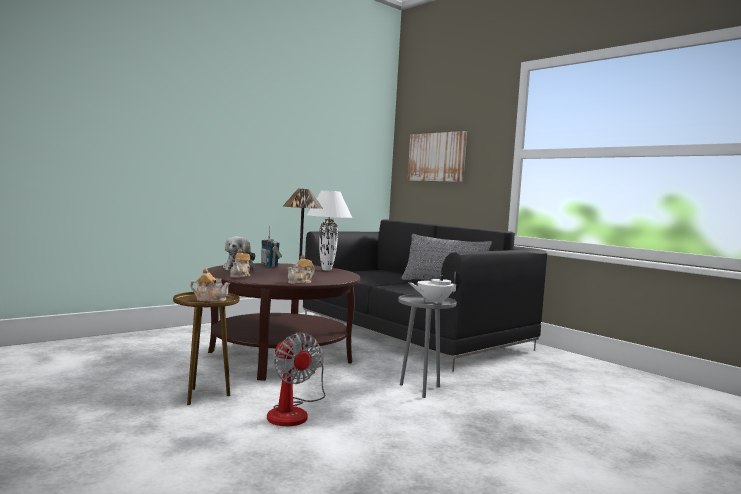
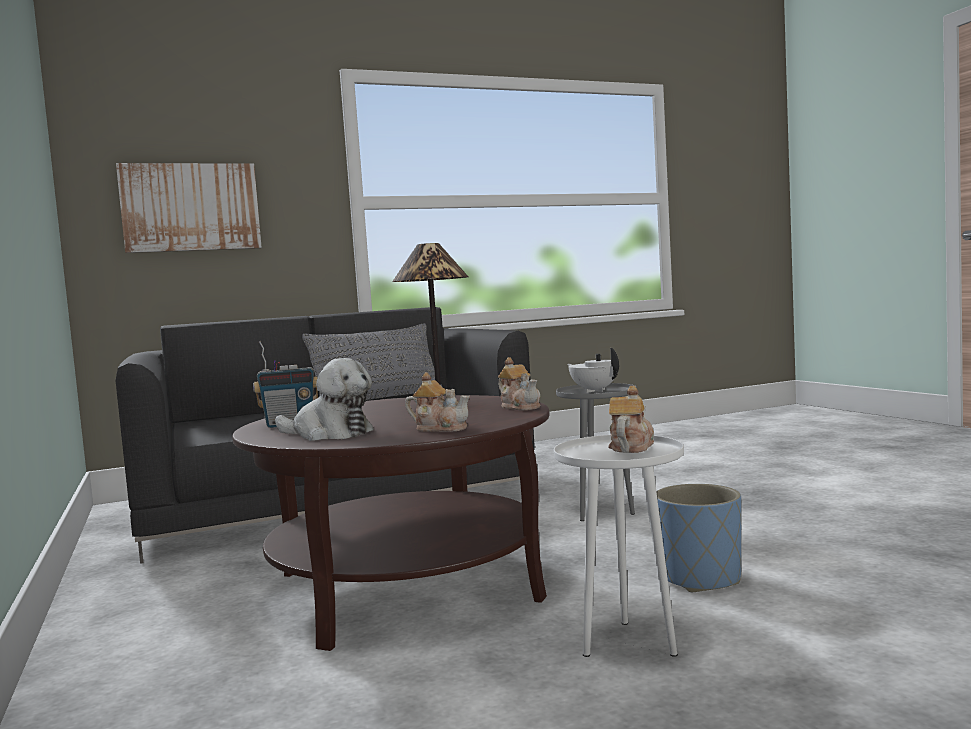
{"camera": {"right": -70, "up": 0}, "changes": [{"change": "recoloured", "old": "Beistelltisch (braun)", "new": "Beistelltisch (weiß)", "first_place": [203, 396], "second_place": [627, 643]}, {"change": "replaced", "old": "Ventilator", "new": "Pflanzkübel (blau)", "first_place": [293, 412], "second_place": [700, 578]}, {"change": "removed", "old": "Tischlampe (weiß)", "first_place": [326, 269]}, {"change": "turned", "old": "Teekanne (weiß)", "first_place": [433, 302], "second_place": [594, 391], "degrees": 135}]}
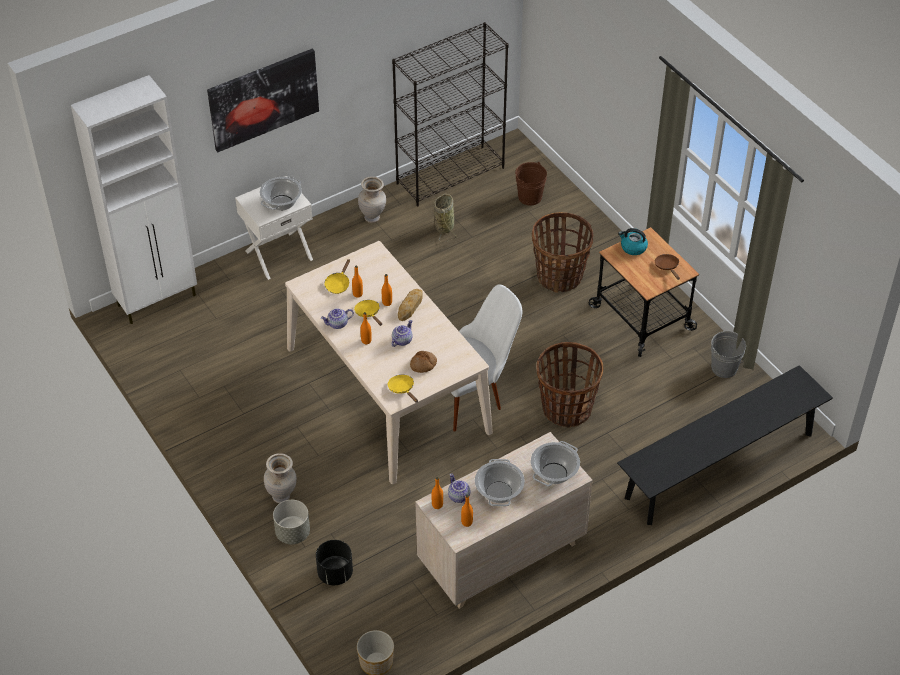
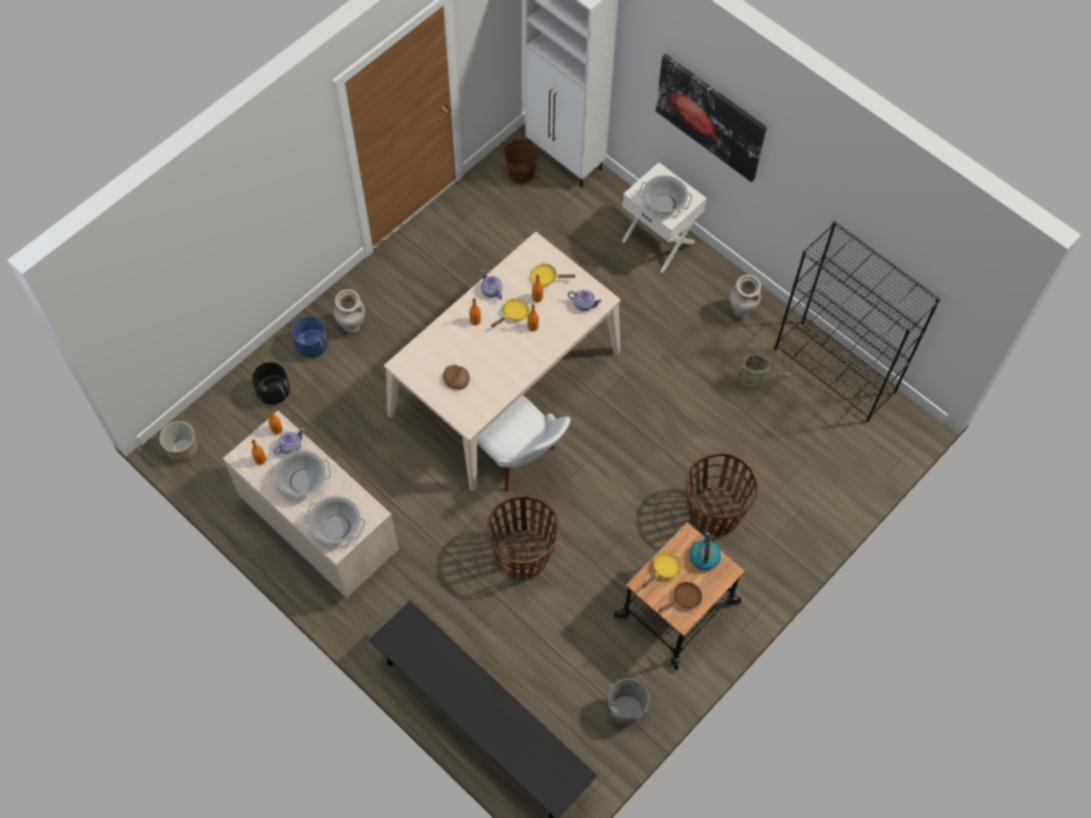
{"camera": {"right": 75, "up": 15}, "changes": [{"change": "recoloured", "old": "Pflanzkübel (grau)", "new": "Pflanzkübel (blau)", "first_place": [292, 533], "second_place": [312, 345]}, {"change": "moved", "old": "Pfanne (gelb)", "first_place": [402, 389], "second_place": [663, 570]}, {"change": "moved", "old": "Teekanne", "first_place": [402, 340], "second_place": [584, 304]}, {"change": "removed", "old": "Brot", "first_place": [410, 306]}, {"change": "moved", "old": "Eimer (braun)", "first_place": [530, 197], "second_place": [521, 173]}]}
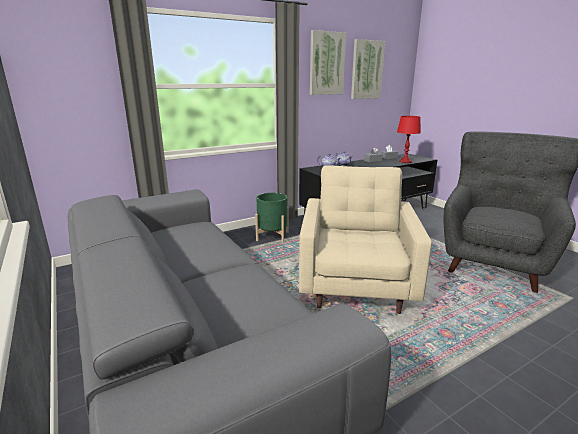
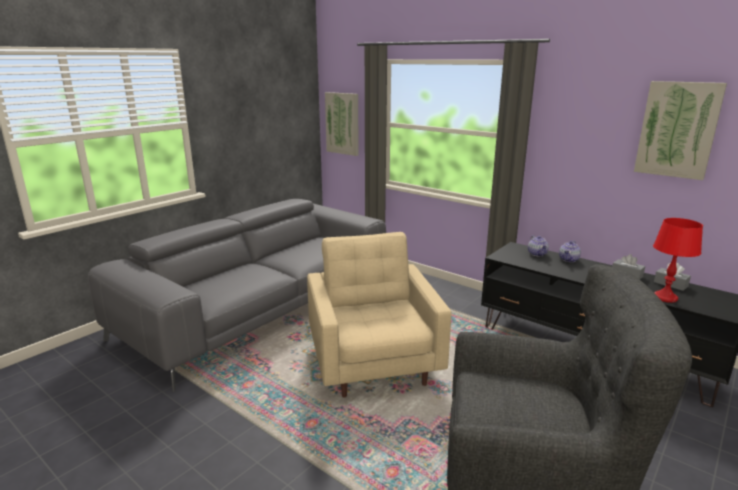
{"camera": {"right": 70, "up": 0}, "changes": [{"change": "removed", "old": "Pflanzkübel (grün)", "first_place": [272, 236]}, {"change": "turned", "old": "Sessel (beige)", "first_place": [356, 286], "second_place": [374, 363], "degrees": -90}, {"change": "moved", "old": "Bild", "first_place": [326, 63], "second_place": [342, 123]}]}
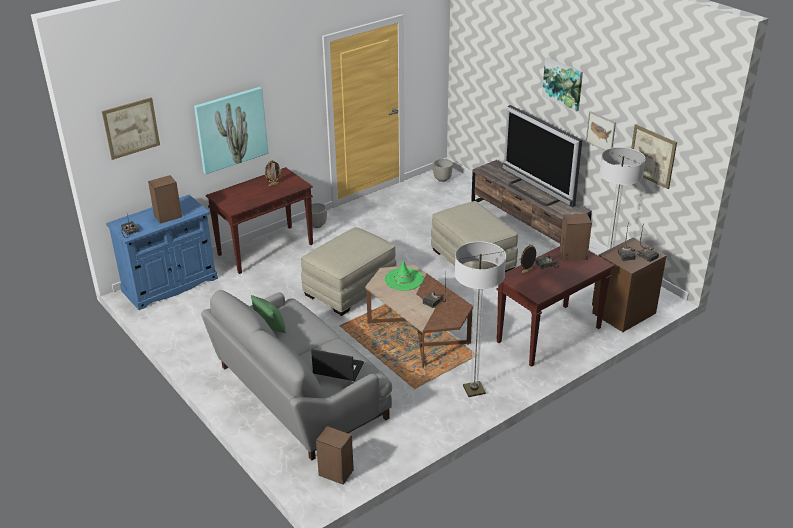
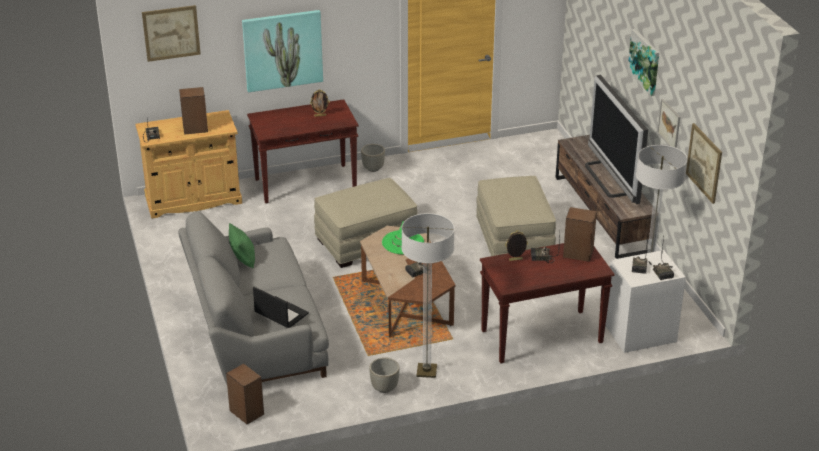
{"camera": {"right": 20, "up": 0}, "changes": [{"change": "recoloured", "old": "Schrank (blau)", "new": "Schrank (beige)", "first_place": [170, 285], "second_place": [193, 200]}, {"change": "moved", "old": "Pflanzkübel (grau)", "first_place": [442, 179], "second_place": [385, 388]}, {"change": "recoloured", "old": "Nachttisch (braun)", "new": "Nachttisch (weiß)", "first_place": [623, 312], "second_place": [640, 333]}]}
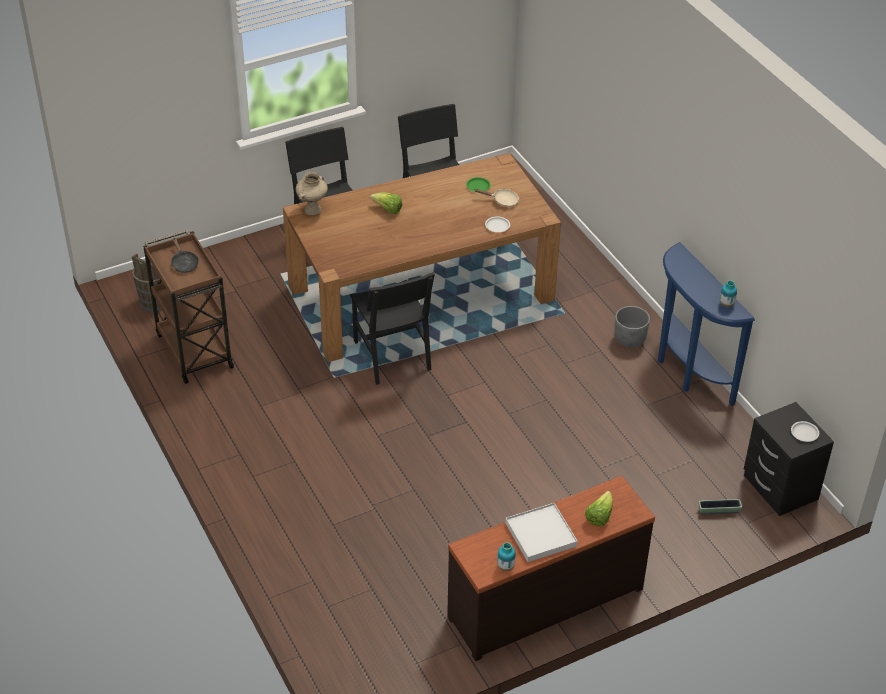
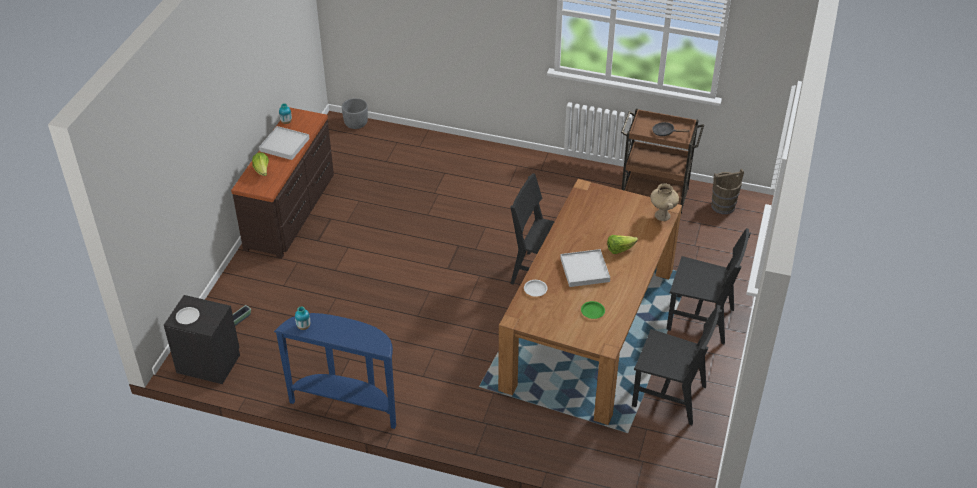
{"camera": {"right": 135, "up": 0}, "changes": [{"change": "removed", "old": "Pfanne (beige)", "first_place": [502, 201]}, {"change": "moved", "old": "Pflanzkübel (grau)", "first_place": [629, 339], "second_place": [356, 123]}, {"change": "added", "new": "Tablett (weiß)", "second_place": [585, 270]}]}
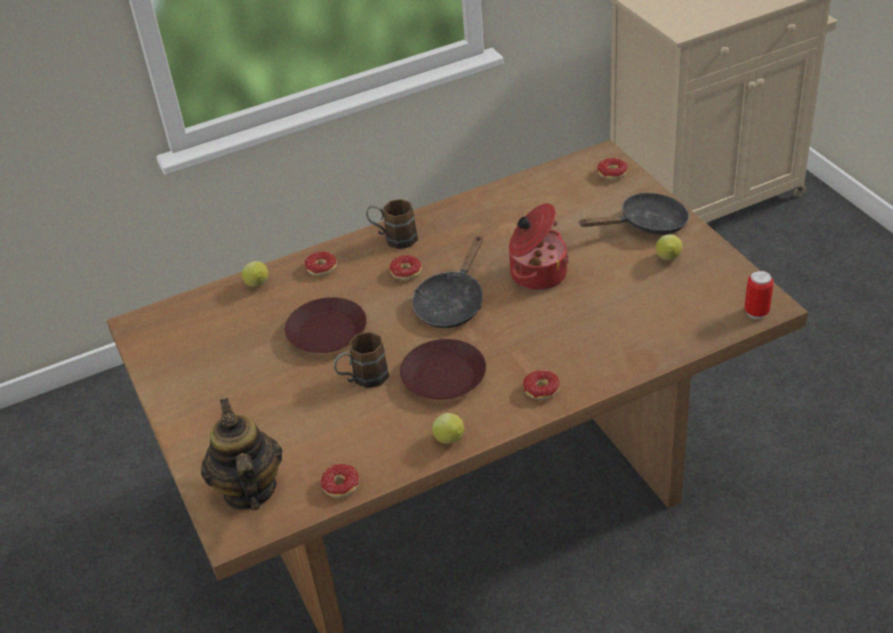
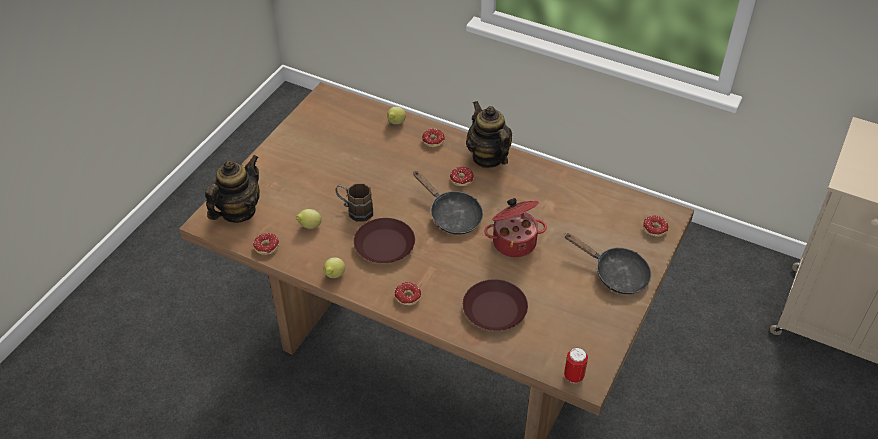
{"camera": {"right": 50, "up": 5}, "changes": [{"change": "moved", "old": "Teller (braun)", "first_place": [326, 332], "second_place": [494, 309]}, {"change": "replaced", "old": "Henkelbecher (braun)", "new": "Teekanne", "first_place": [393, 238], "second_place": [488, 157]}, {"change": "turned", "old": "Pfanne (schwarz)", "first_place": [452, 303], "second_place": [451, 215], "degrees": -120}, {"change": "moved", "old": "Zitrone", "first_place": [668, 259], "second_place": [309, 227]}]}
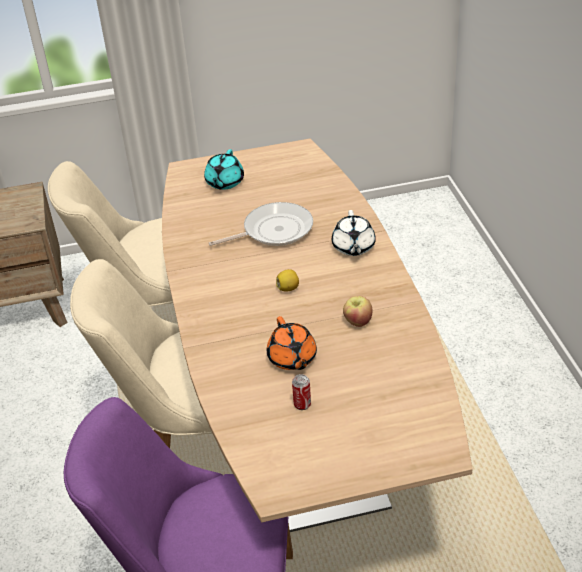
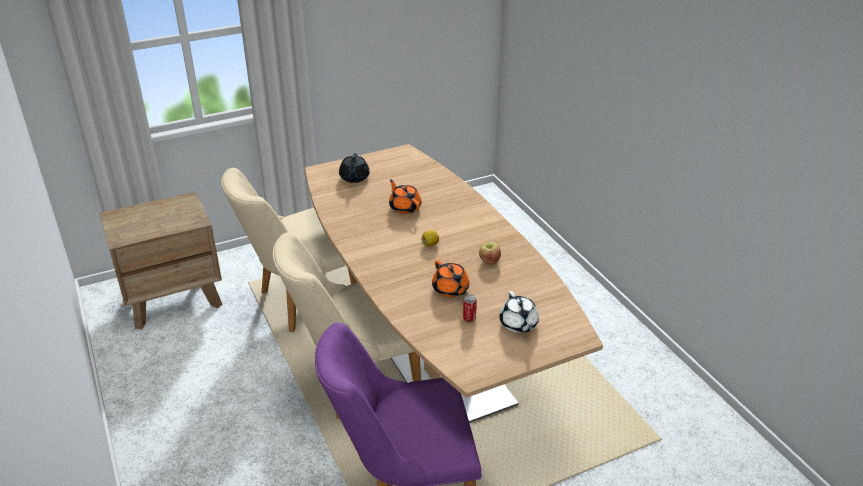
{"camera": {"right": -15, "up": -5}, "changes": [{"change": "recoloured", "old": "Teekanne (türkis)", "new": "Teekanne (schwarz)", "first_place": [224, 182], "second_place": [354, 178]}, {"change": "replaced", "old": "Pfanne", "new": "Teekanne (orange)", "first_place": [274, 230], "second_place": [405, 207]}, {"change": "moved", "old": "Teekanne (weiß)", "first_place": [353, 247], "second_place": [518, 324]}]}
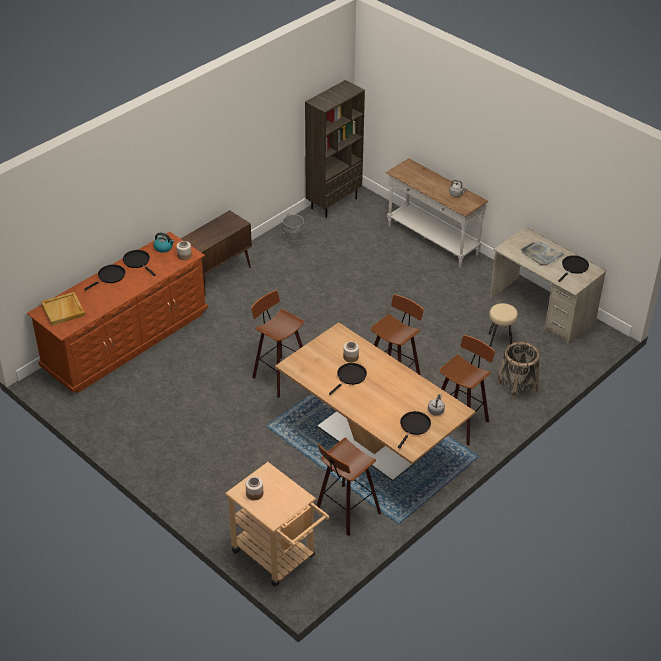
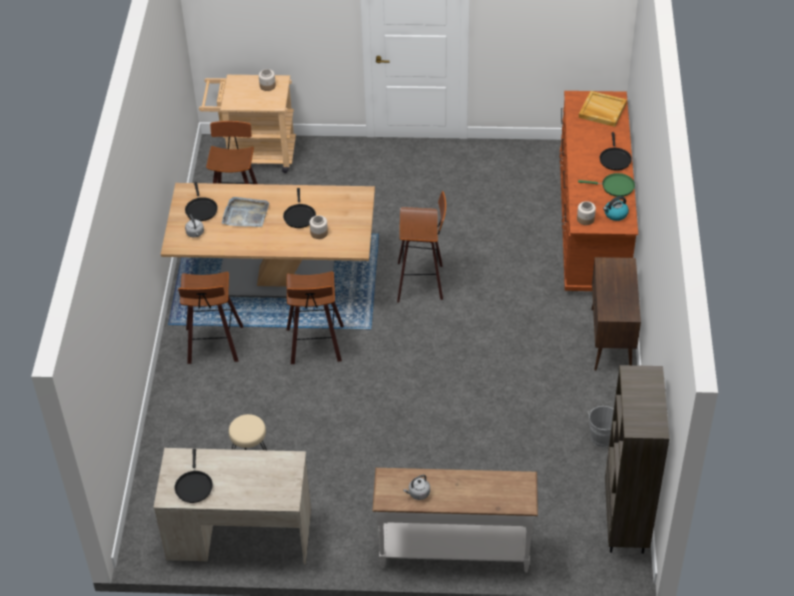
{"camera": {"right": 140, "up": 5}, "changes": [{"change": "recoloured", "old": "Pfanne (schwarz)", "new": "Pfanne (grün)", "first_place": [137, 261], "second_place": [615, 186]}, {"change": "removed", "old": "Korb", "first_place": [517, 386]}, {"change": "moved", "old": "Tablett (grau)", "first_place": [541, 254], "second_place": [245, 214]}]}
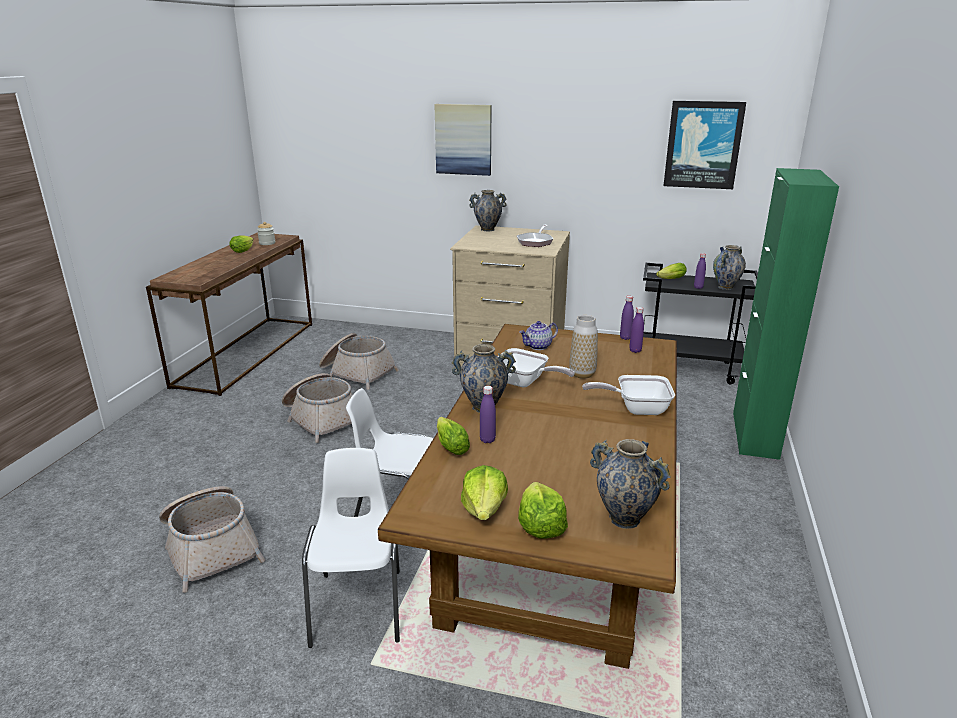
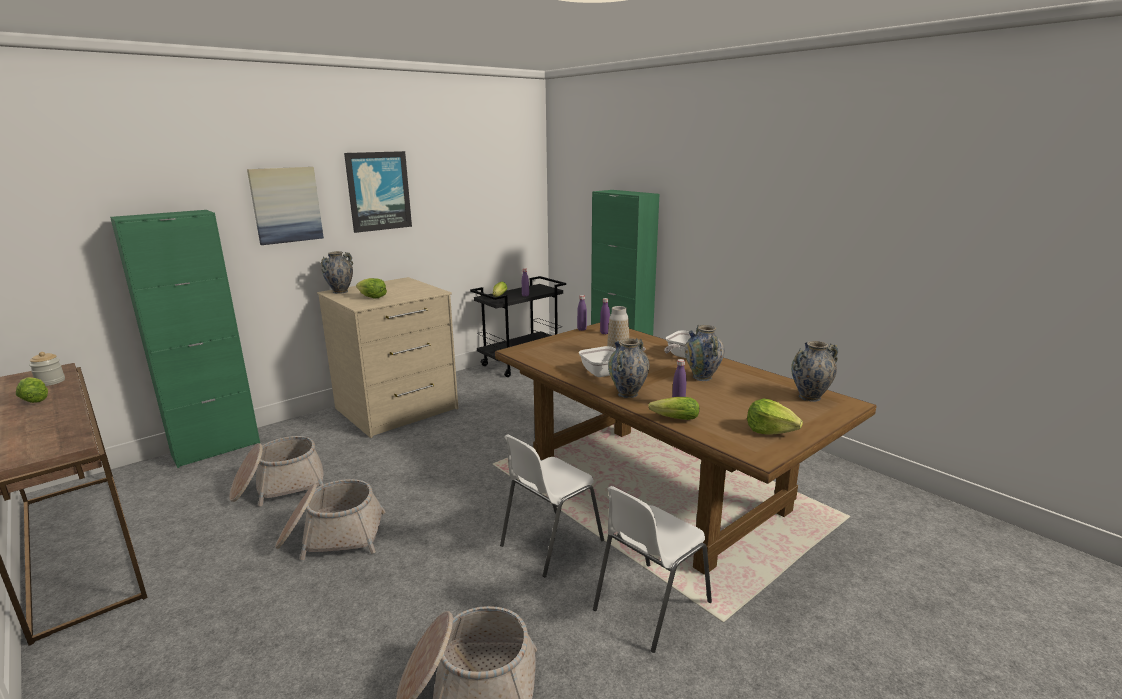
{"camera": {"right": -55, "up": -5}, "changes": [{"change": "turned", "old": "Stuhl (weiß)", "first_place": [359, 606], "second_place": [650, 606], "degrees": -75}, {"change": "removed", "old": "Pfanne", "first_place": [535, 242]}, {"change": "moved", "old": "Salatkopf", "first_place": [540, 525], "second_place": [372, 297]}, {"change": "removed", "old": "Teekanne", "first_place": [538, 346]}, {"change": "moved", "old": "Bild", "first_place": [703, 145], "second_place": [378, 191]}, {"change": "moved", "old": "Vase", "first_place": [725, 287], "second_place": [702, 377]}, {"change": "added", "new": "Schrank (grün)", "second_place": [216, 449]}]}
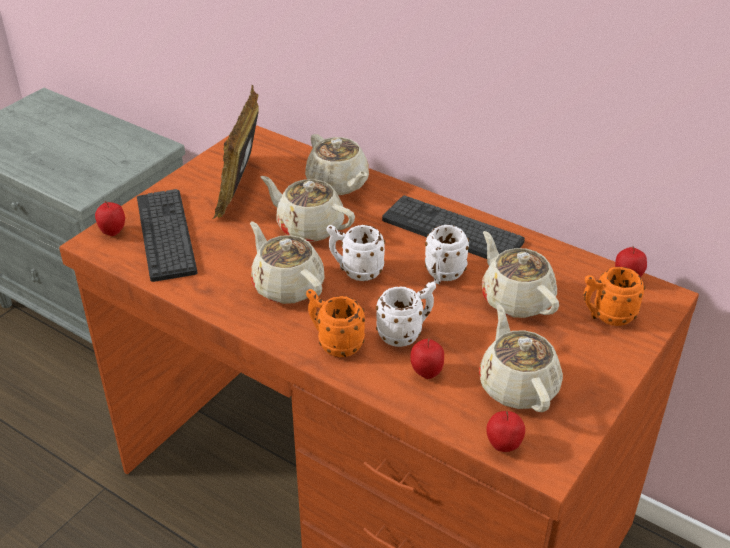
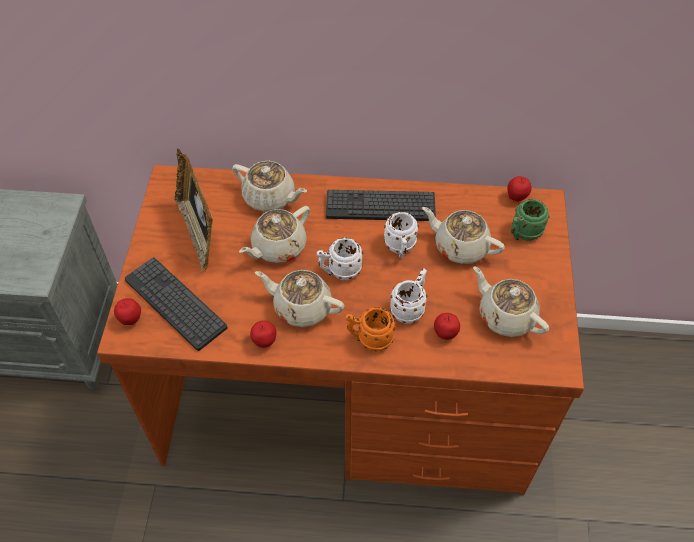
{"camera": {"right": -30, "up": 15}, "changes": [{"change": "turned", "old": "Teekanne (beige)", "first_place": [309, 227], "second_place": [278, 247], "degrees": -45}, {"change": "moved", "old": "Apfel", "first_place": [503, 447], "second_place": [264, 342]}, {"change": "recoloured", "old": "Henkelbecher (orange)", "new": "Henkelbecher (grün)", "first_place": [606, 316], "second_place": [522, 234]}]}
